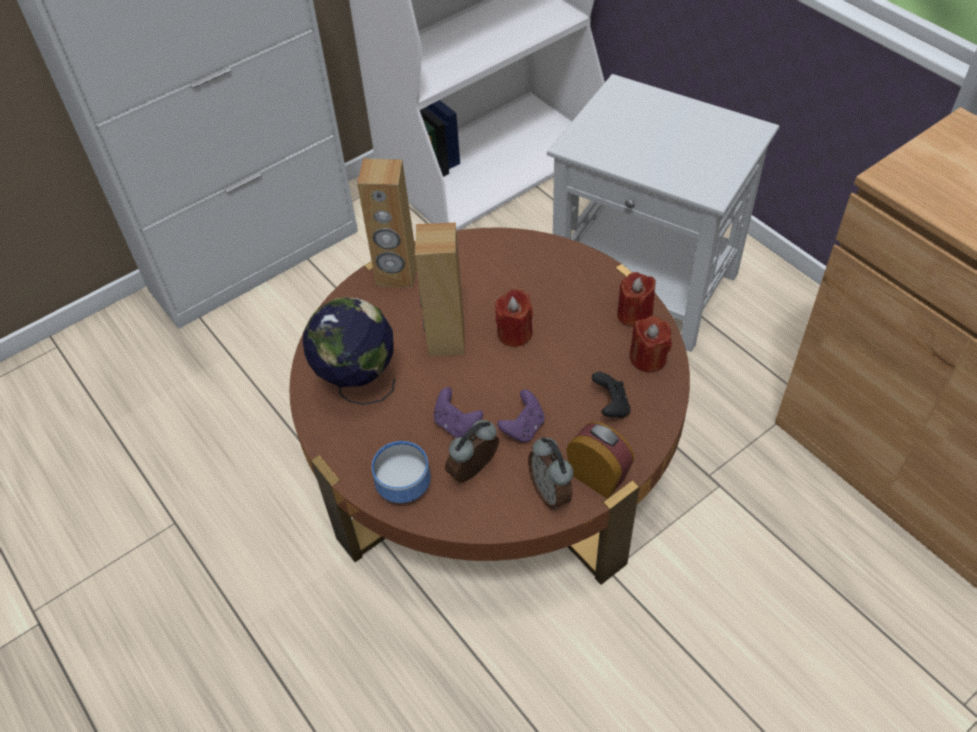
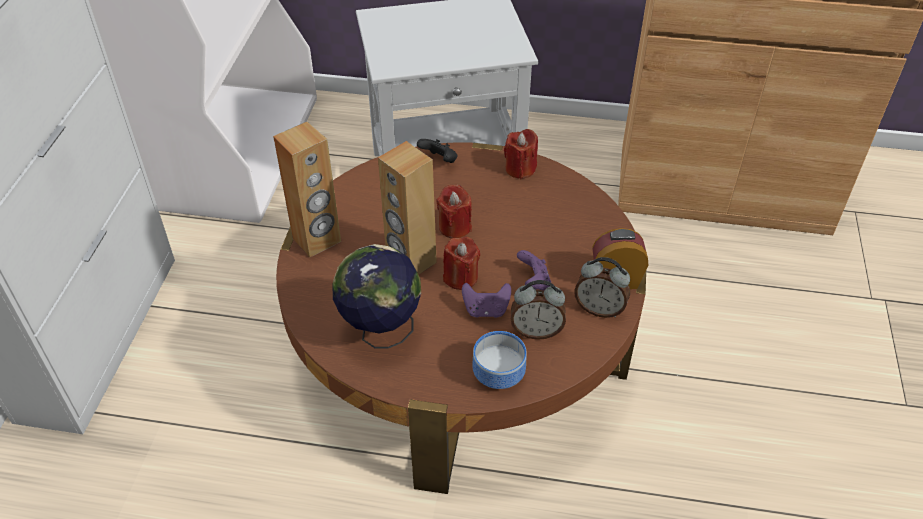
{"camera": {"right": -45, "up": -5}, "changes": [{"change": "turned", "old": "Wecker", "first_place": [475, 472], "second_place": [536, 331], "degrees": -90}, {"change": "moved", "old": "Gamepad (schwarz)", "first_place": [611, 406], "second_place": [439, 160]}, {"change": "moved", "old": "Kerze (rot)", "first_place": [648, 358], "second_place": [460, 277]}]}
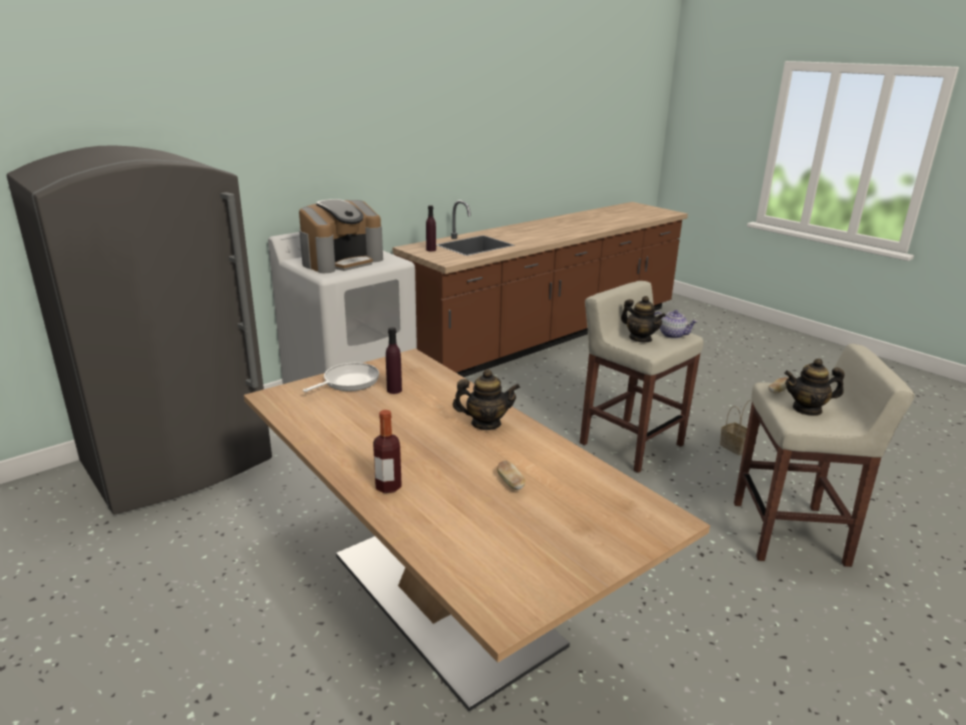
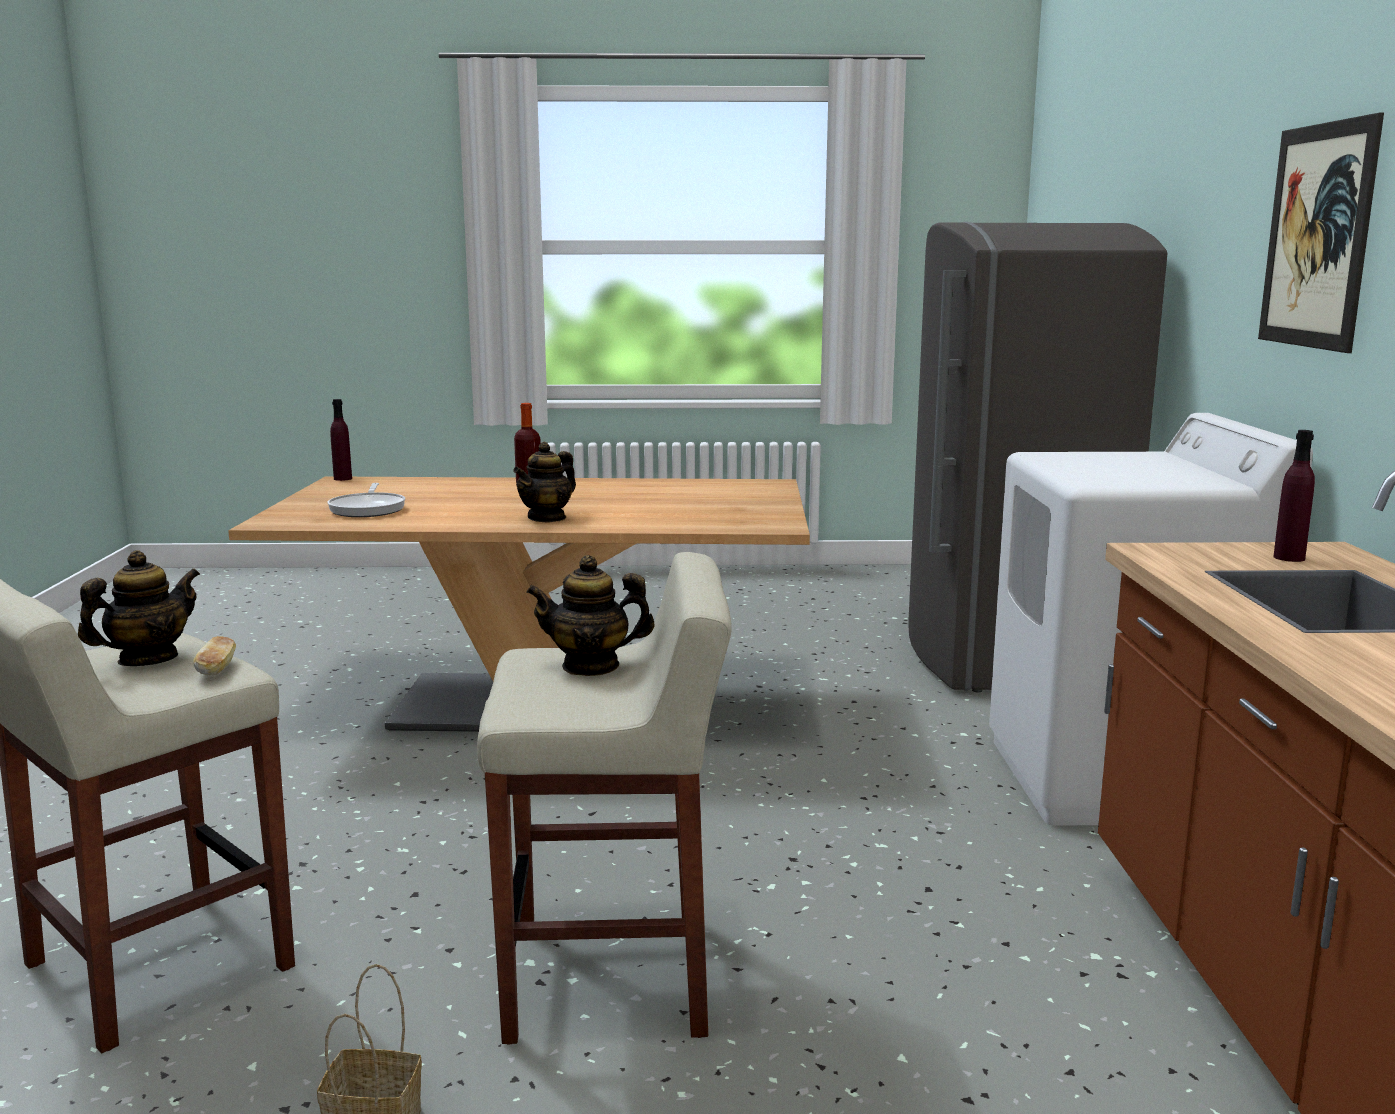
{"camera": {"right": 130, "up": -10}, "changes": [{"change": "removed", "old": "Kaffeemaschine", "first_place": [342, 261]}, {"change": "moved", "old": "Pfanne", "first_place": [348, 382], "second_place": [368, 509]}, {"change": "moved", "old": "Flasche (lila)", "first_place": [394, 390], "second_place": [343, 478]}, {"change": "removed", "old": "Brot", "first_place": [510, 483]}, {"change": "removed", "old": "Teekanne", "first_place": [672, 335]}, {"change": "added", "new": "Bild", "second_place": [1317, 236]}]}
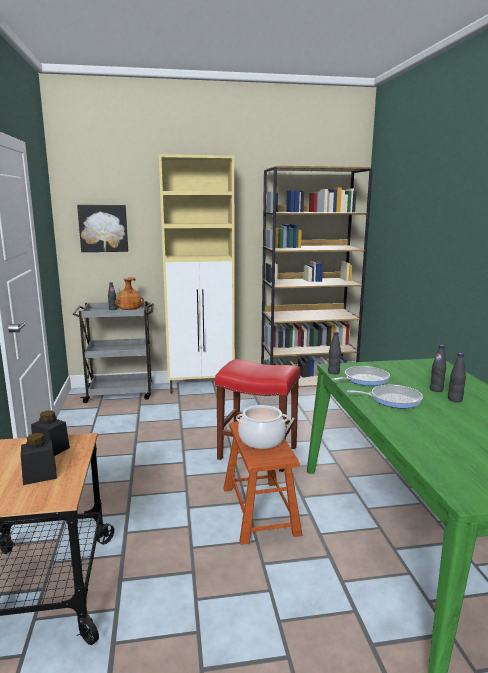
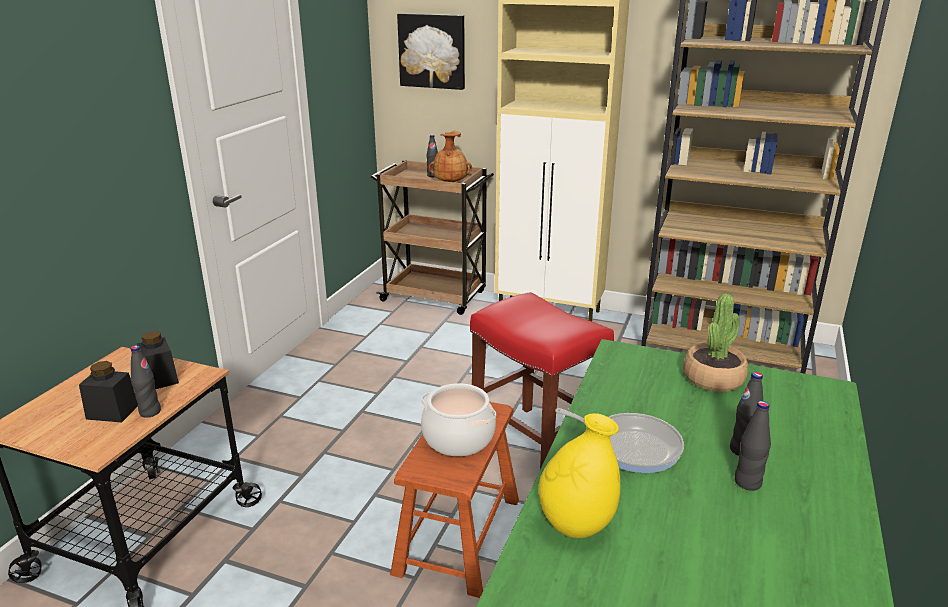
{"camera": {"right": 30, "up": 10}, "changes": [{"change": "recoloured", "old": "Rollwagen (grau)", "new": "Rollwagen (braun)", "first_place": [121, 393], "second_place": [435, 297]}, {"change": "moved", "old": "Flasche (schwarz)", "first_place": [333, 372], "second_place": [150, 412]}, {"change": "removed", "old": "Pfanne", "first_place": [363, 379]}, {"change": "added", "new": "Vase (gelb)", "second_place": [576, 524]}, {"change": "added", "new": "Topfpflanze", "second_place": [713, 378]}]}
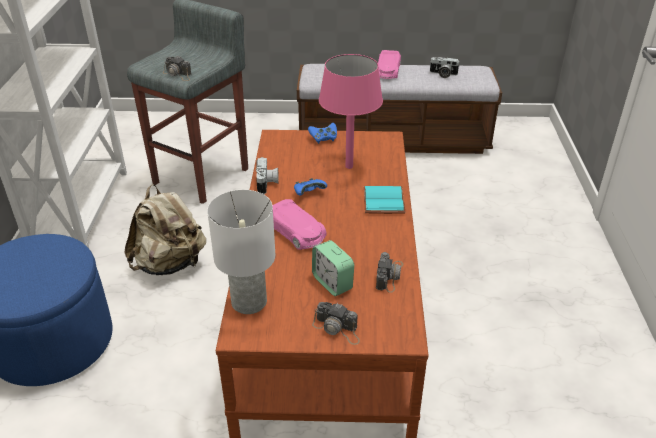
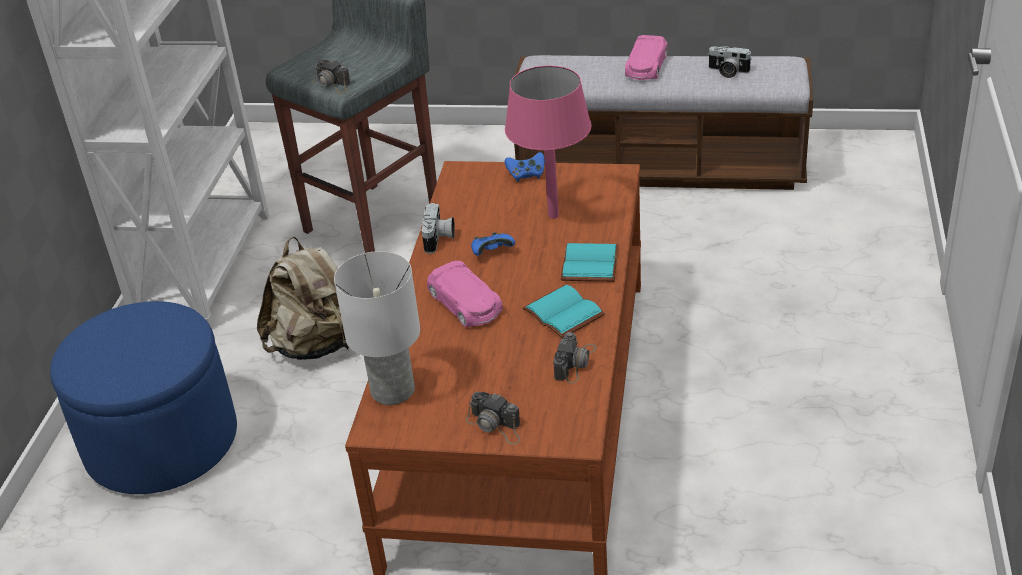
{"camera": {"right": 10, "up": 0}, "changes": [{"change": "removed", "old": "Wecker", "first_place": [332, 283]}, {"change": "added", "new": "Buch (türkis)", "second_place": [561, 313]}]}
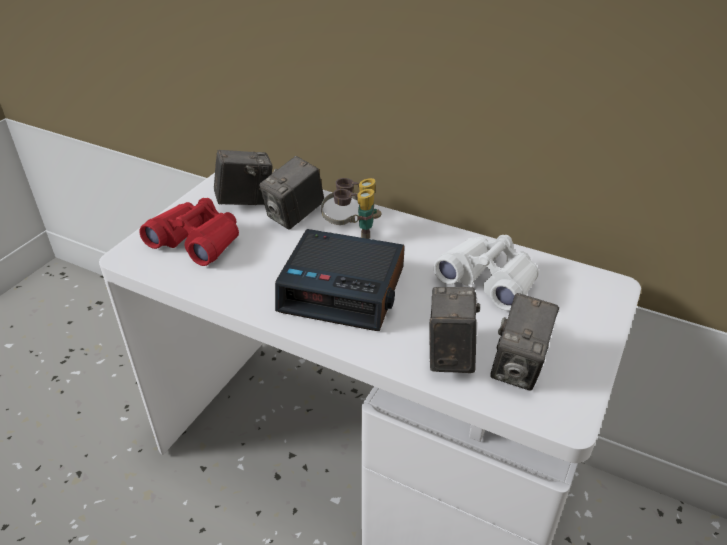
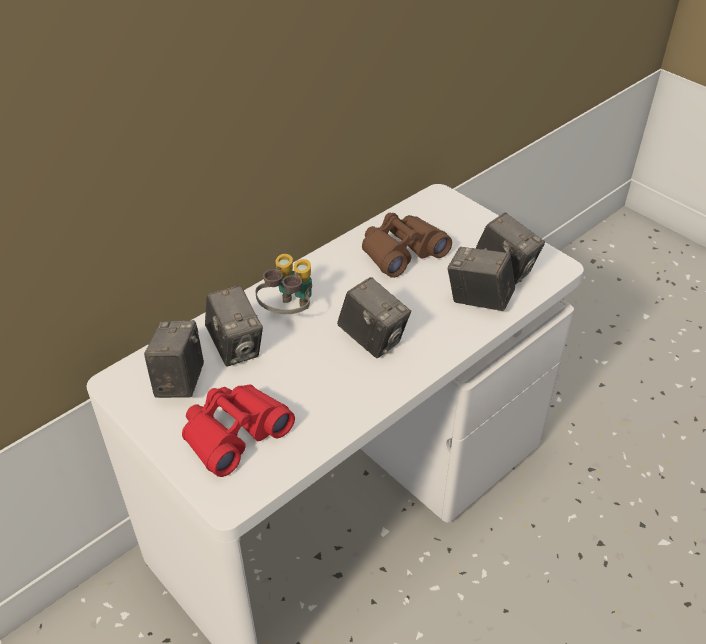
{"camera": {"right": -70, "up": 5}, "changes": [{"change": "replaced", "old": "Wecker", "new": "Kamera", "first_place": [344, 289], "second_place": [373, 339]}, {"change": "recoloured", "old": "Fernglas (weiß)", "new": "Fernglas (braun)", "first_place": [489, 280], "second_place": [401, 252]}]}
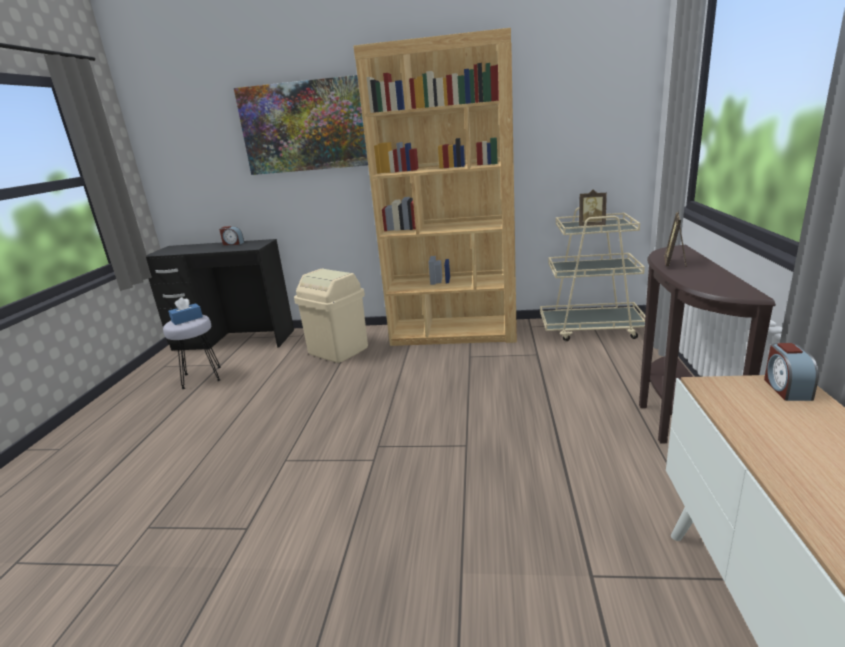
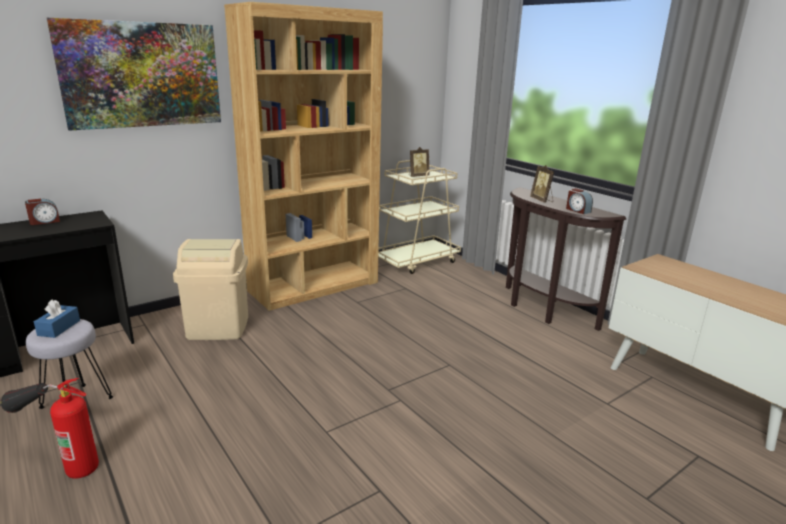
{"camera": {"right": -45, "up": 0}, "changes": [{"change": "moved", "old": "Wecker", "first_place": [786, 388], "second_place": [577, 210]}, {"change": "added", "new": "Feuerlöscher", "second_place": [61, 461]}]}
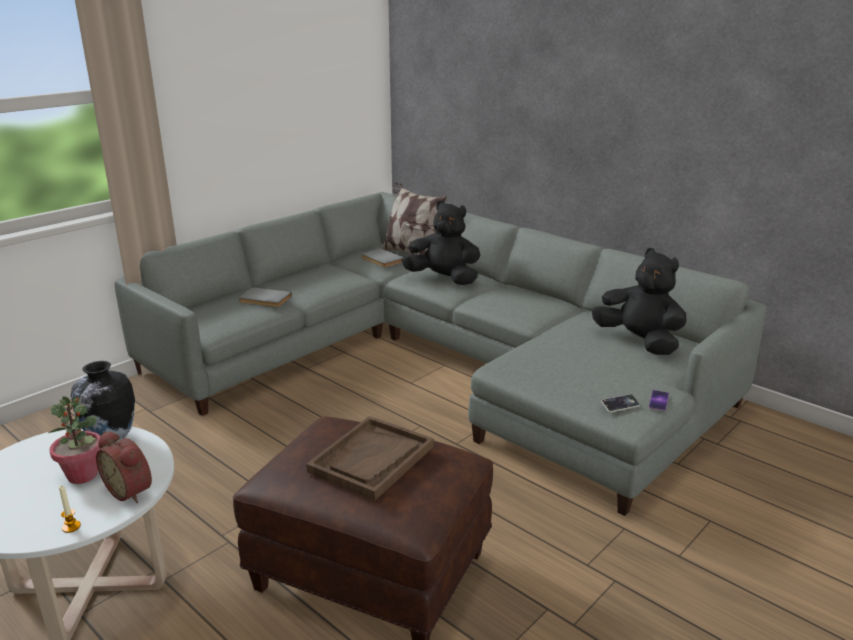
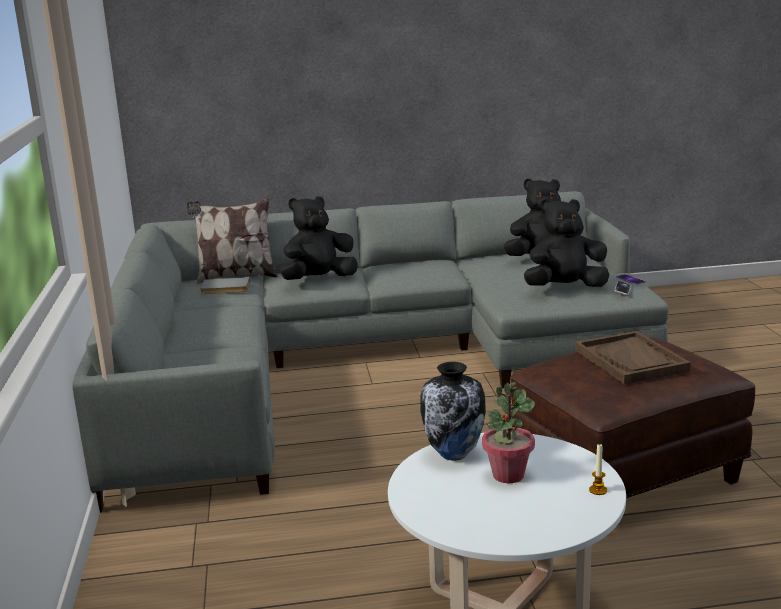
{"camera": {"right": -50, "up": -5}, "changes": [{"change": "removed", "old": "Wecker", "first_place": [131, 490]}, {"change": "removed", "old": "Buch (grau)", "first_place": [264, 300]}, {"change": "added", "new": "Plüschtier (schwarz)", "second_place": [565, 288]}]}
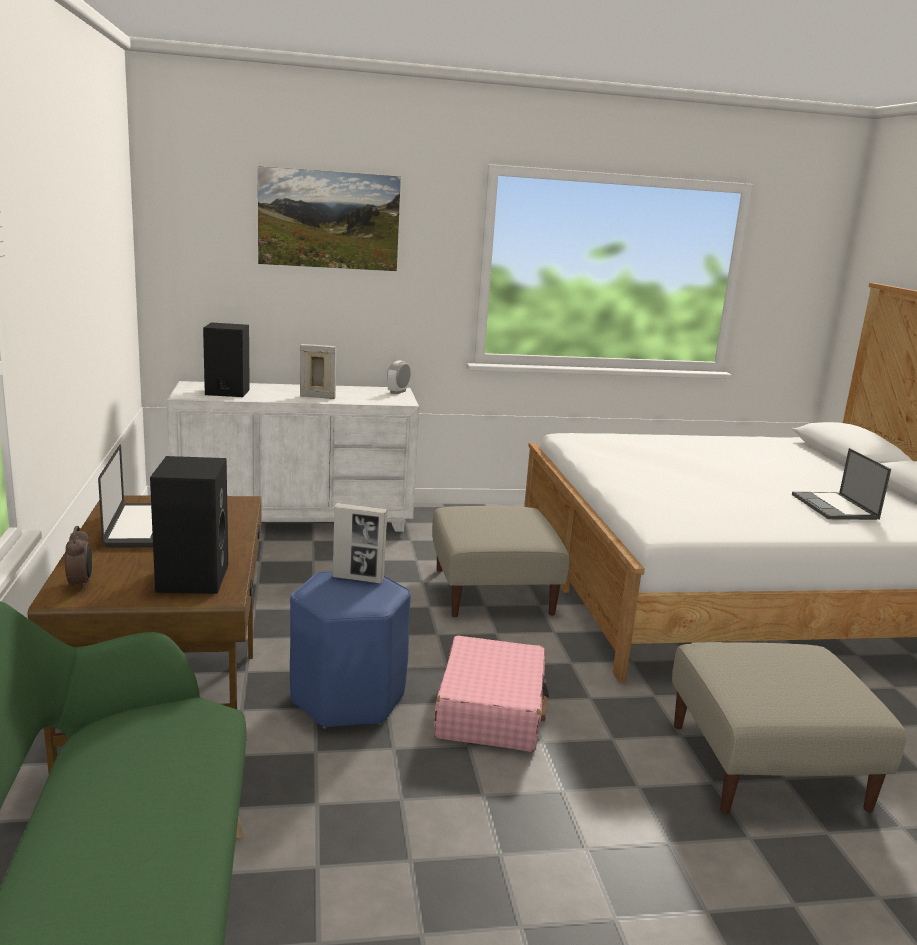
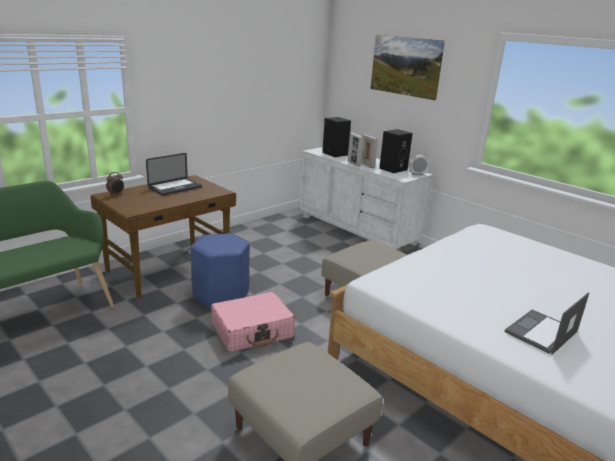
{"camera": {"right": 55, "up": 5}, "changes": [{"change": "moved", "old": "Lautsprecher (schwarz)", "first_place": [191, 577], "second_place": [393, 169]}, {"change": "moved", "old": "Bilderrahmen", "first_place": [358, 578], "second_place": [354, 164]}]}
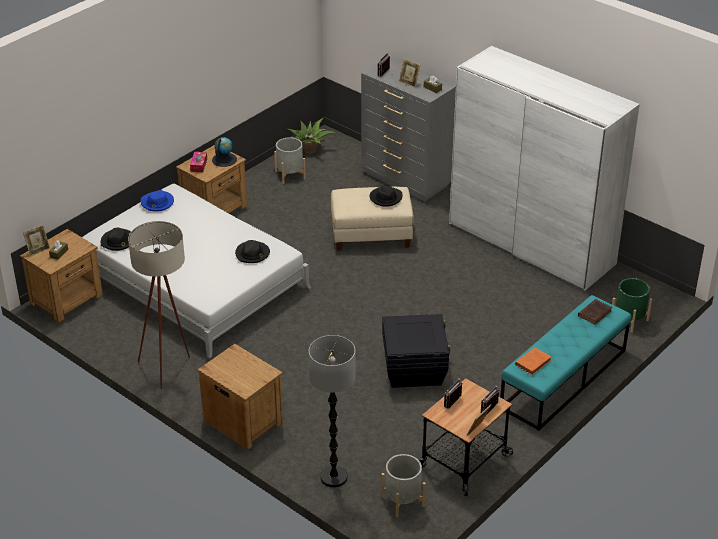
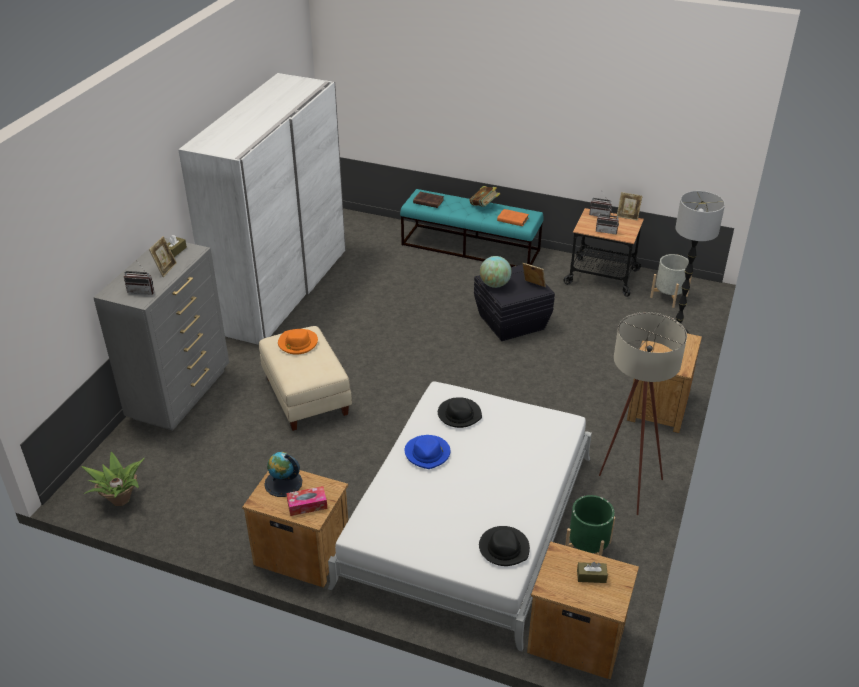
{"camera": {"right": -110, "up": 0}, "changes": [{"change": "moved", "old": "Bilderrahmen", "first_place": [38, 250], "second_place": [533, 285]}, {"change": "moved", "old": "Hut (blau)", "first_place": [157, 203], "second_place": [427, 453]}, {"change": "removed", "old": "Pflanzkübel (grau)", "first_place": [290, 175]}, {"change": "recoloured", "old": "Hut (schwarz)", "new": "Hut (orange)", "first_place": [385, 198], "second_place": [297, 343]}, {"change": "moved", "old": "Pflanzkübel (grün)", "first_place": [629, 320], "second_place": [587, 548]}, {"change": "added", "new": "Buch", "second_place": [484, 206]}, {"change": "added", "new": "Globus", "second_place": [494, 284]}]}
